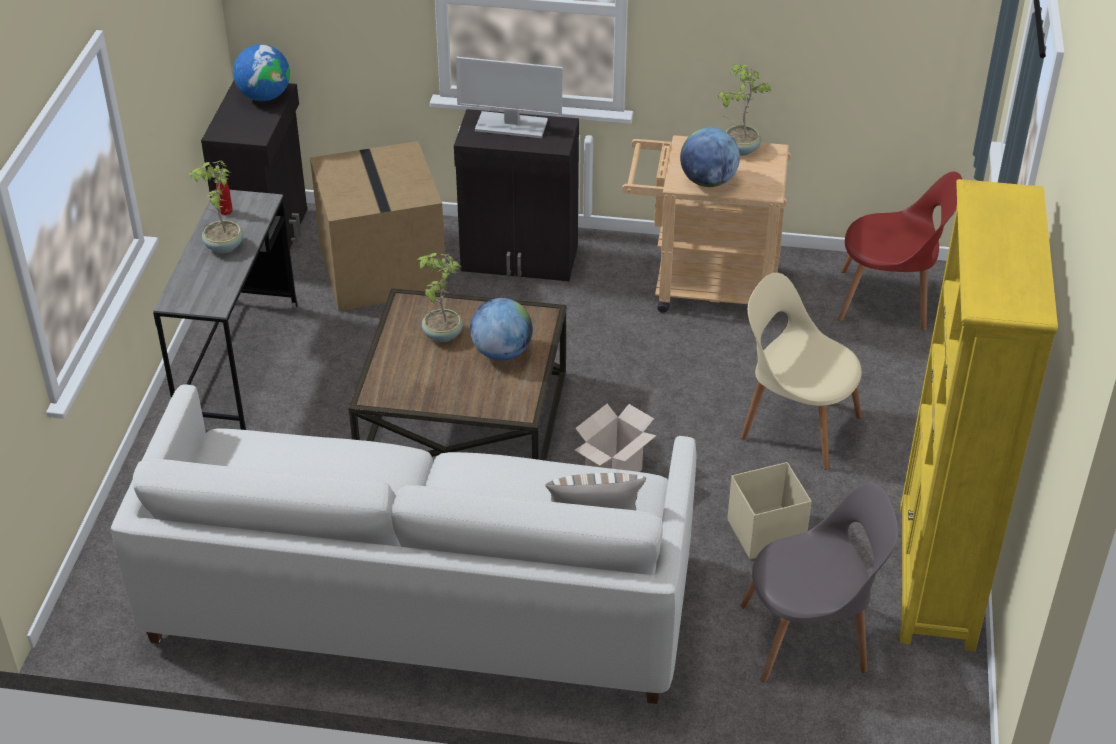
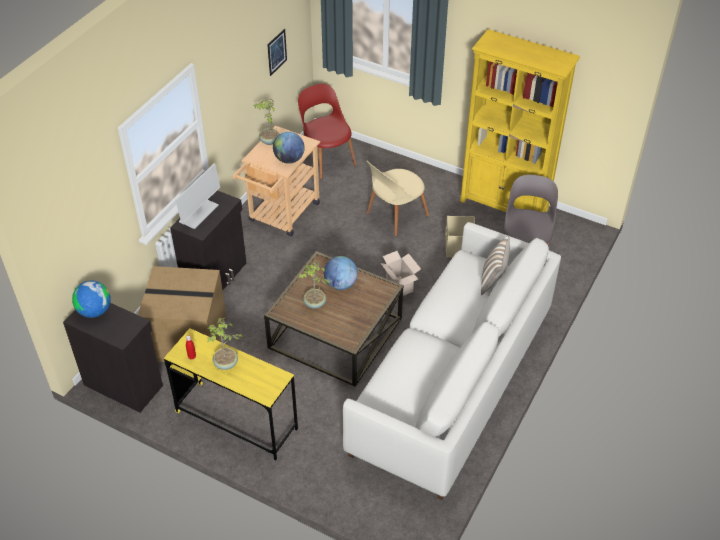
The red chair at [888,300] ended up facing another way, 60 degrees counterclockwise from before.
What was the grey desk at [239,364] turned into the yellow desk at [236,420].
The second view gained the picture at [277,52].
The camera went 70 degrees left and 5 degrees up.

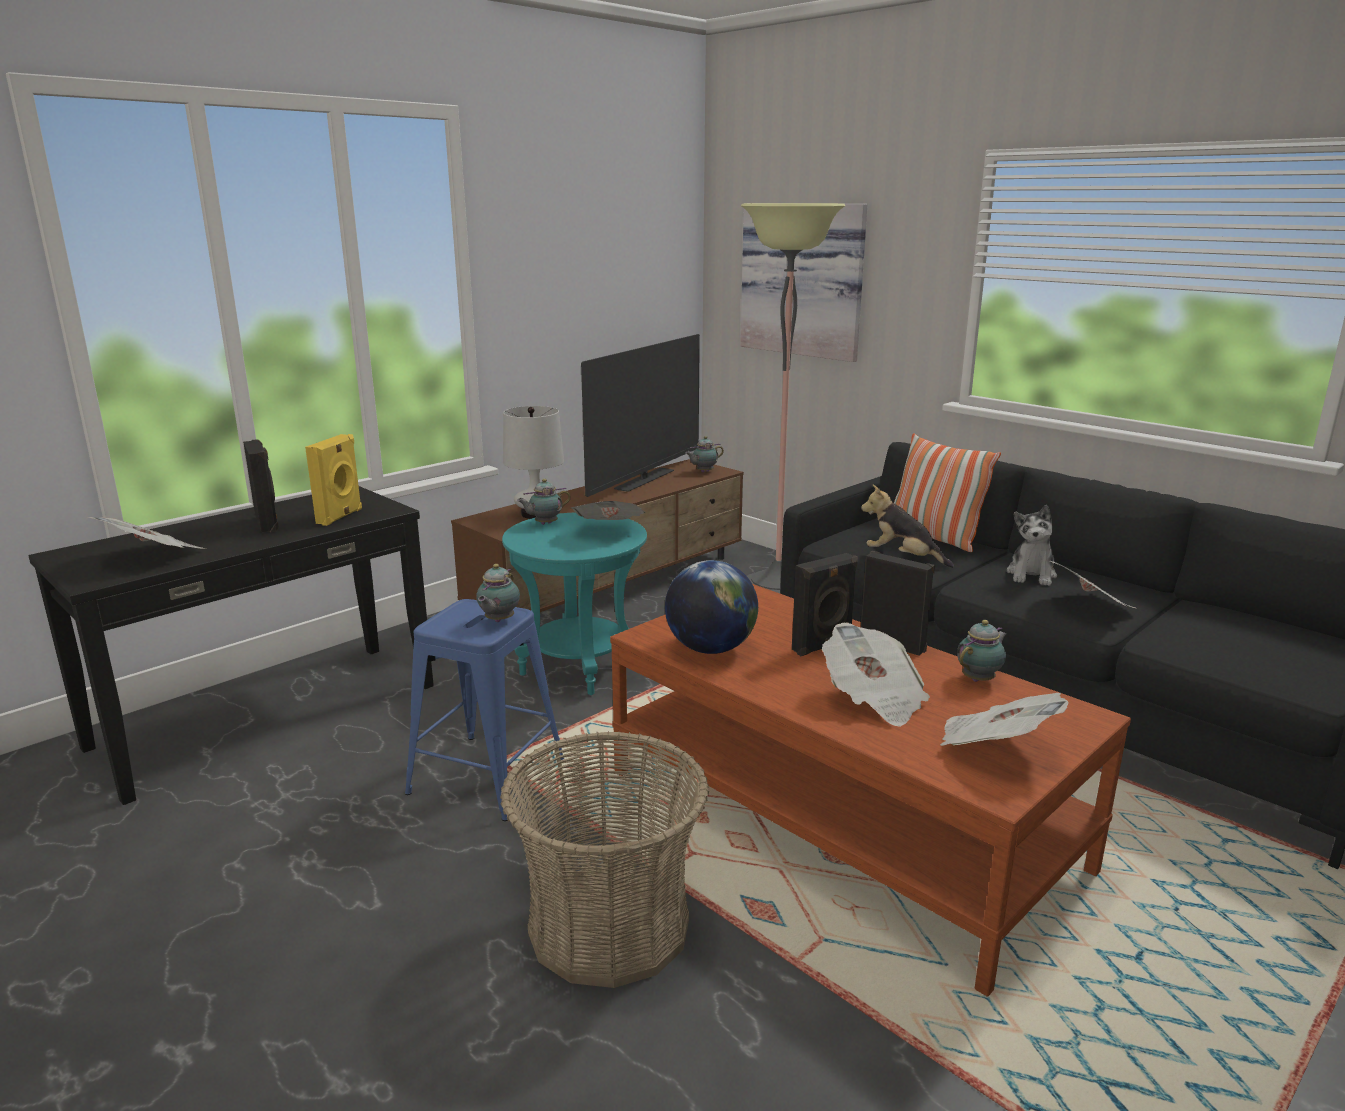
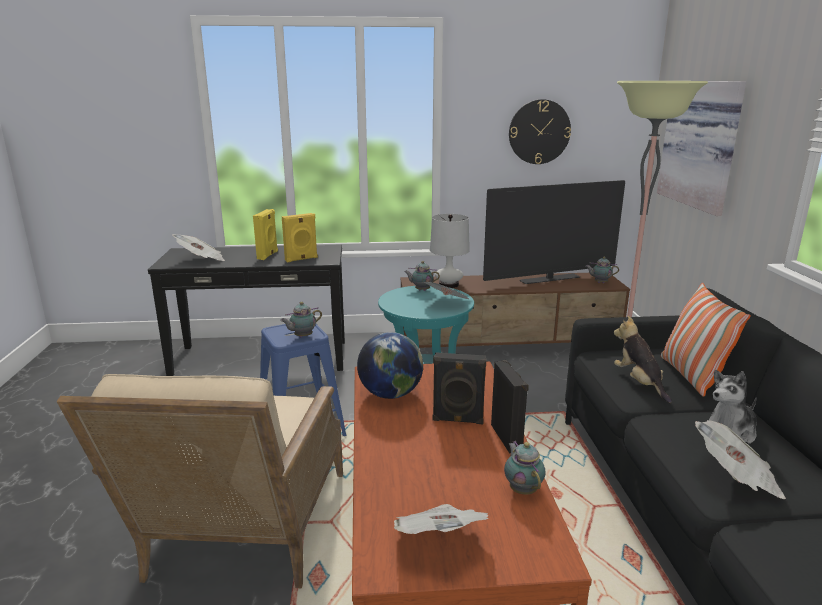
What was the black speaker at [268,523] turned into the yellow speaker at [268,255].
The teapot at [979,679] ended up facing another way, 105 degrees counterclockwise from before.
The second view lost the newspaper at [873,699].
Where the basket stood at [609,926], the beige armchair came to stand at [242,536].
The second view gained the wall clock at [539,132].
The camera went 40 degrees right and 0 degrees up.

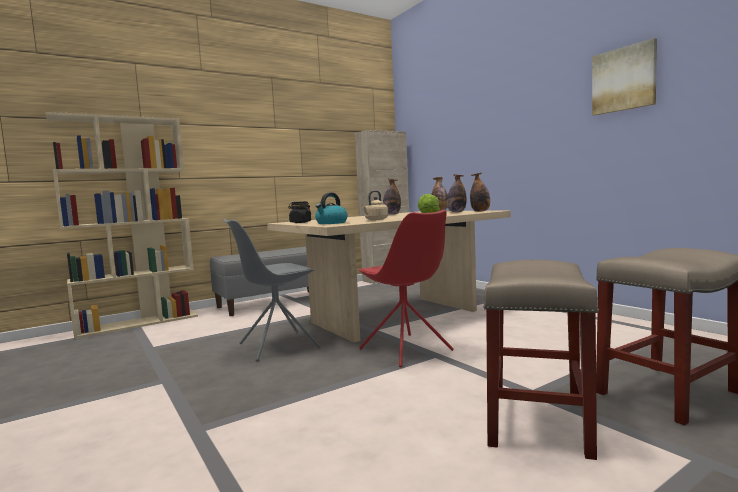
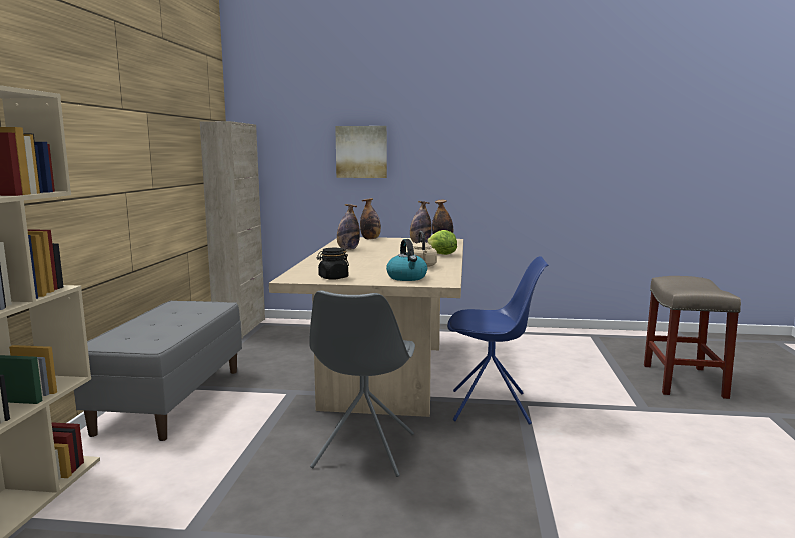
The picture ended up elsewhere, having gone from [624,79] to [361,152].
What was the red chair at [406,350] turned into the blue chair at [492,407].
The second view lost the beige stool at [536,419].
The camera went 50 degrees left and 5 degrees up.

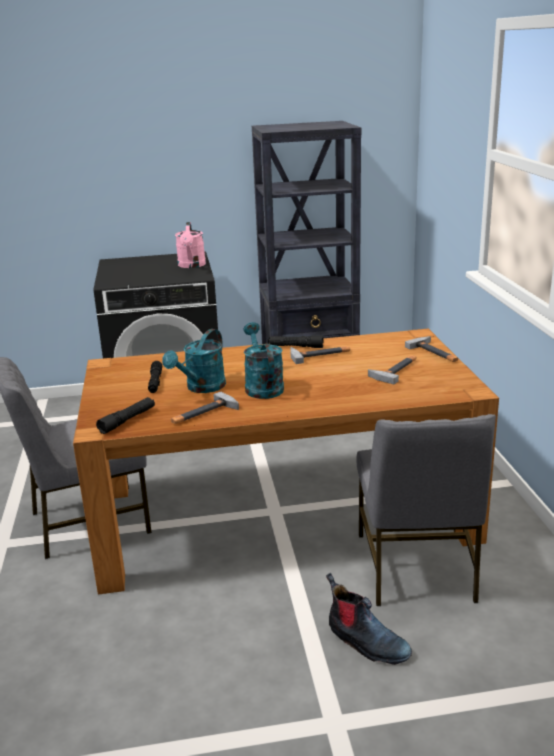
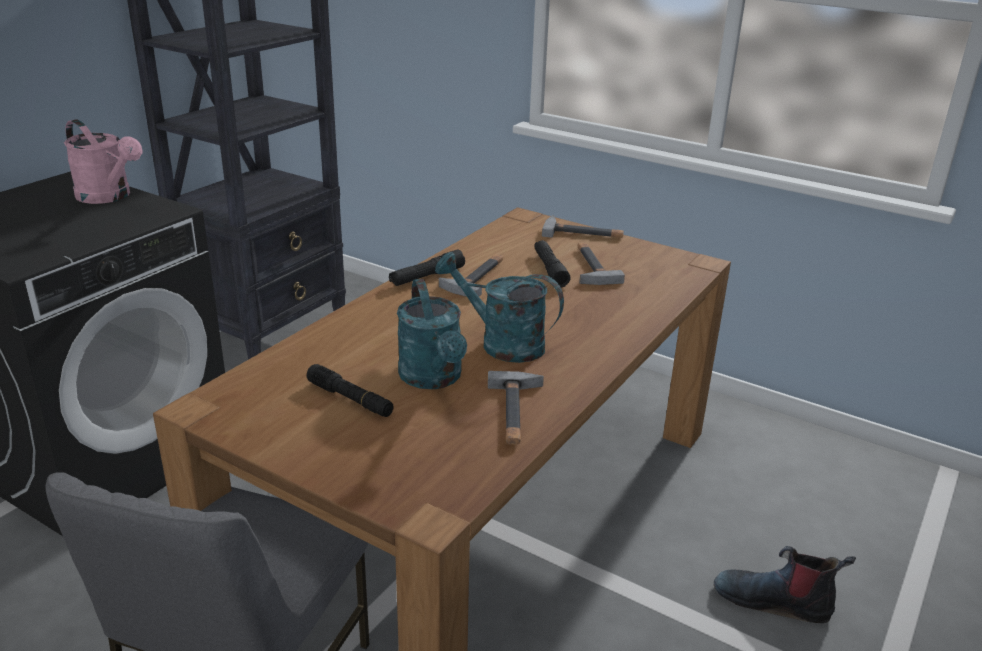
The black flashlight ended up elsewhere, having gone from [127,420] to [550,270].
The second view lost the grey chair at [416,568].
The boot at [366,642] ended up facing another way, 150 degrees counterclockwise from before.
The camera went 50 degrees left and 5 degrees up.

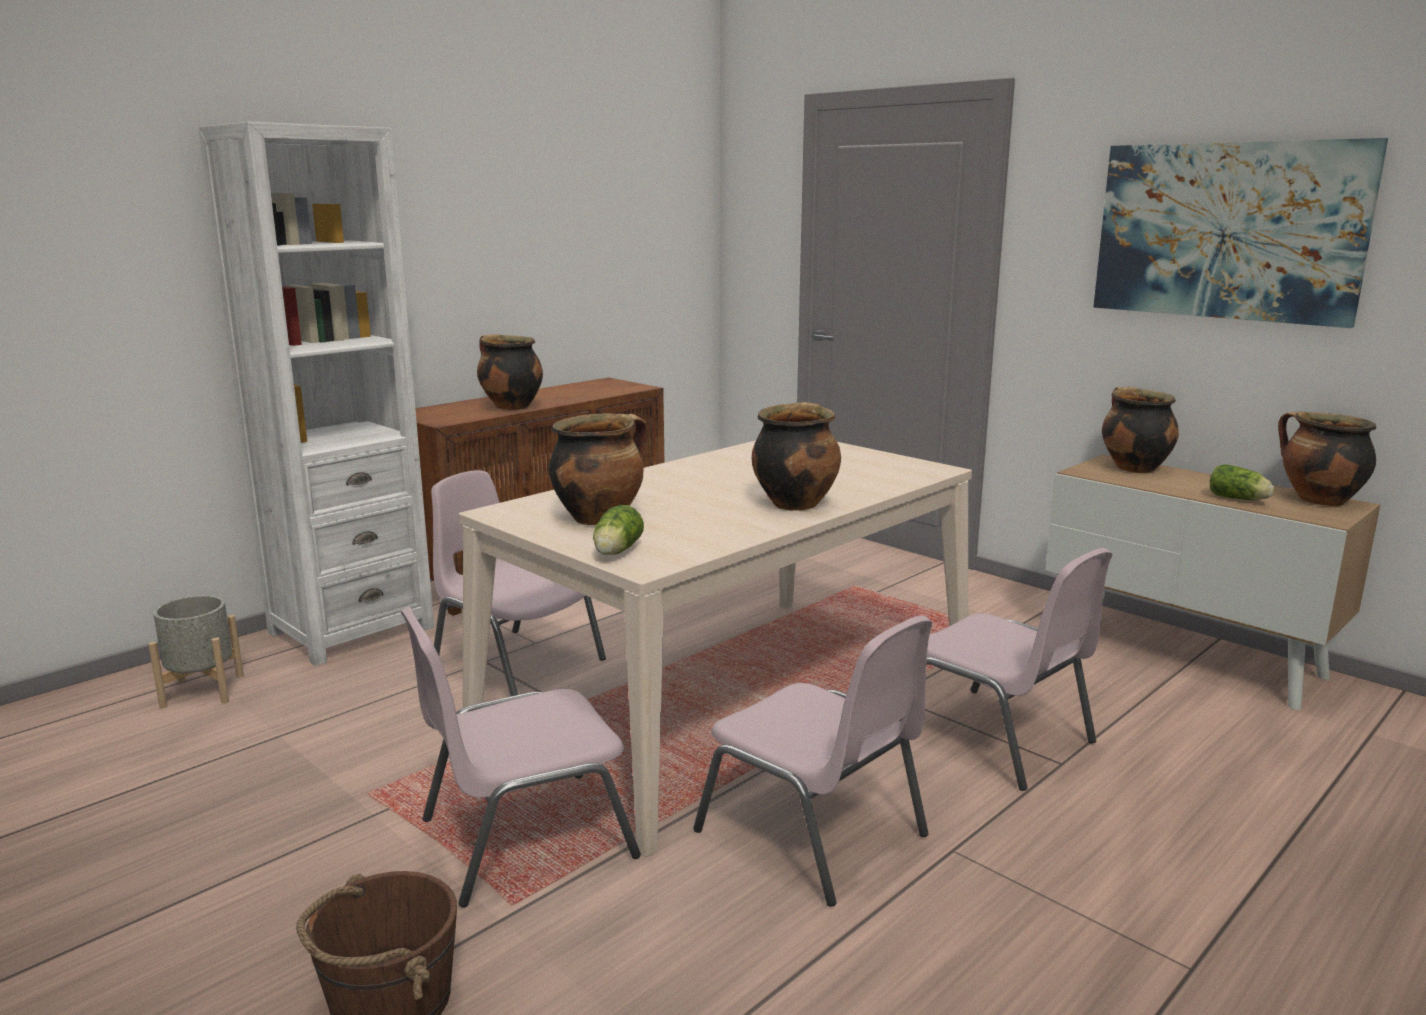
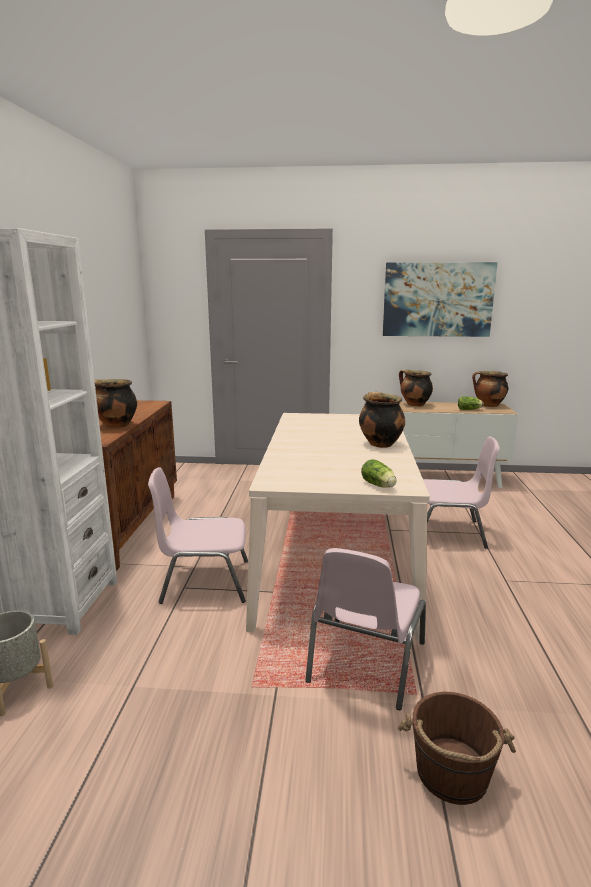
The second view lost the cooking pot at [599,518].
The second view lost the pink chair at [814,834].
The camera went 40 degrees left and 0 degrees up.

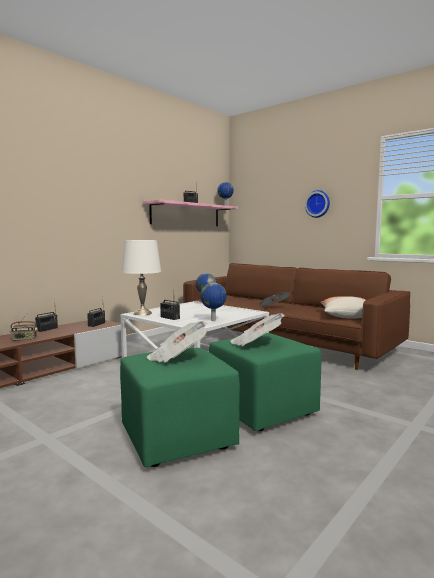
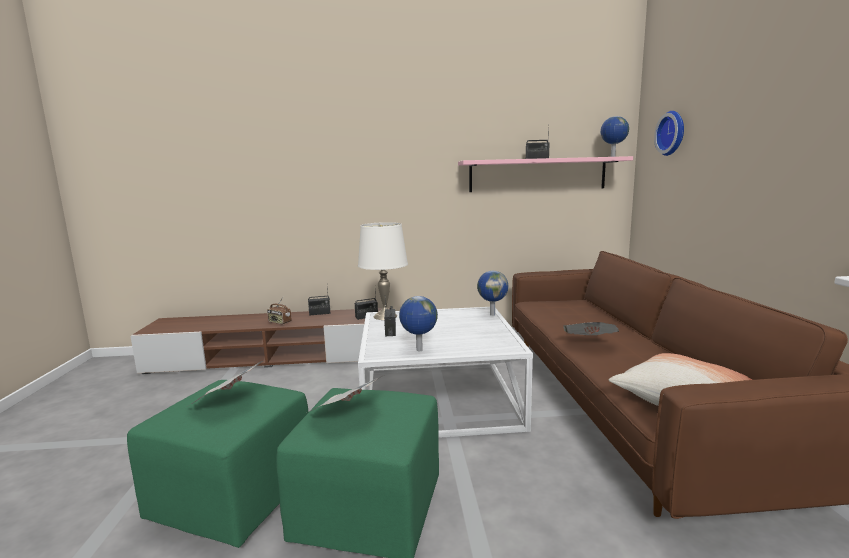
The wall clock ended up elsewhere, having gone from [318,204] to [672,133].
The camera went 45 degrees right and 5 degrees up.

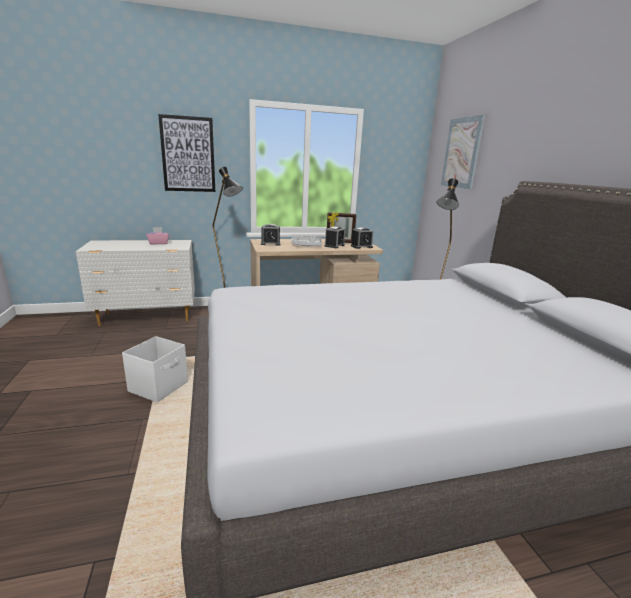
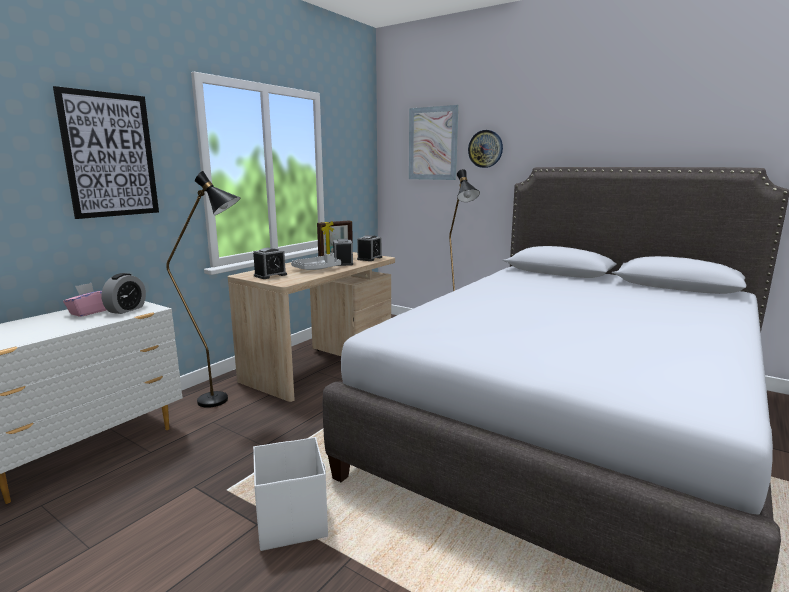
The second view gained the wall clock at [485,149].
The second view gained the alarm clock at [126,310].
The camera went 40 degrees left and 5 degrees down.

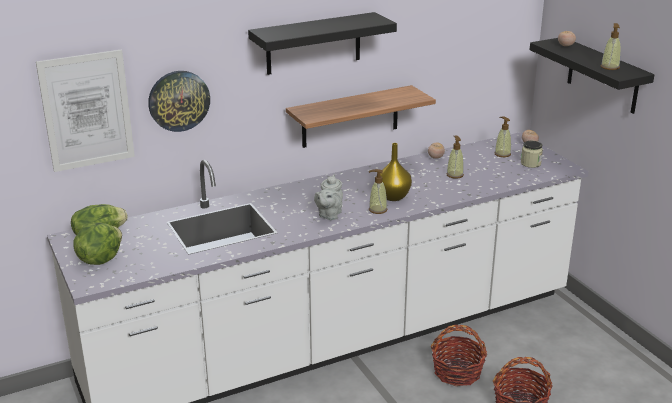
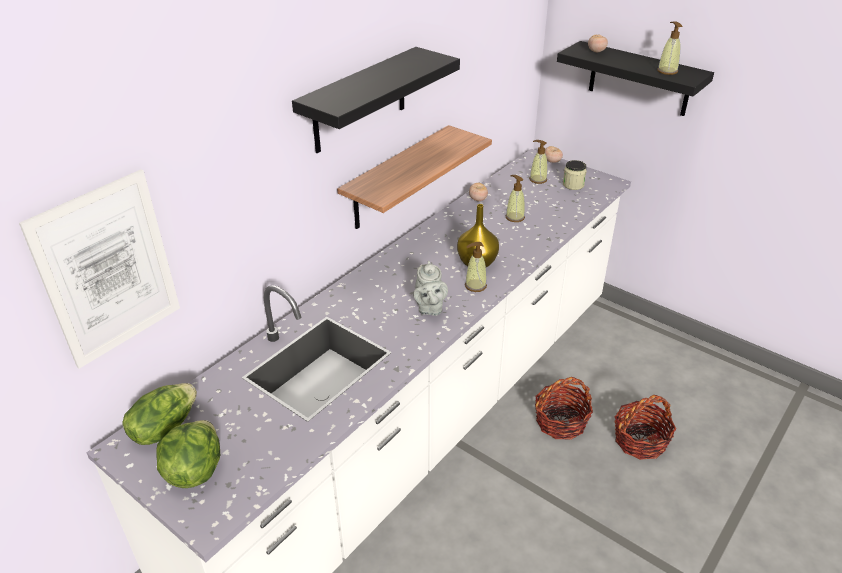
The second view lost the wall clock at [179,100].
The camera went 25 degrees left and 10 degrees up.

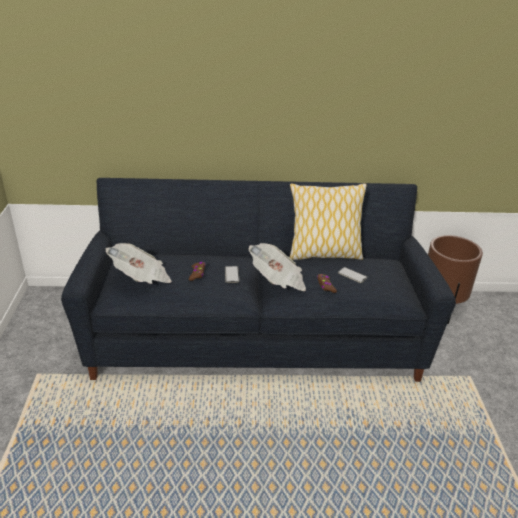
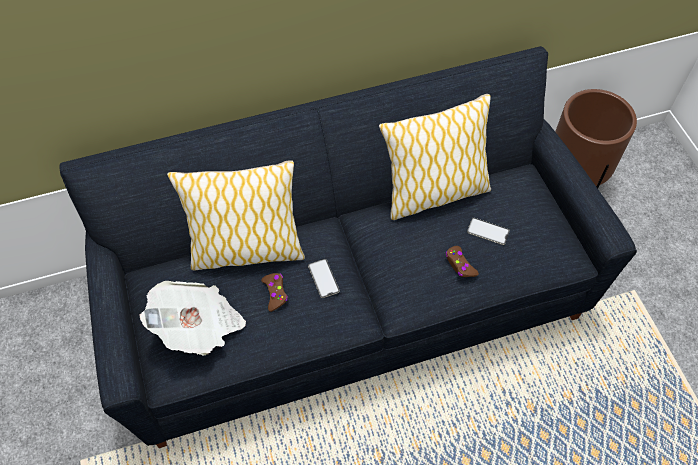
The second view lost the newspaper at [278,280].
The second view gained the pillow at [246,250].
The camera went 15 degrees left and 25 degrees up.

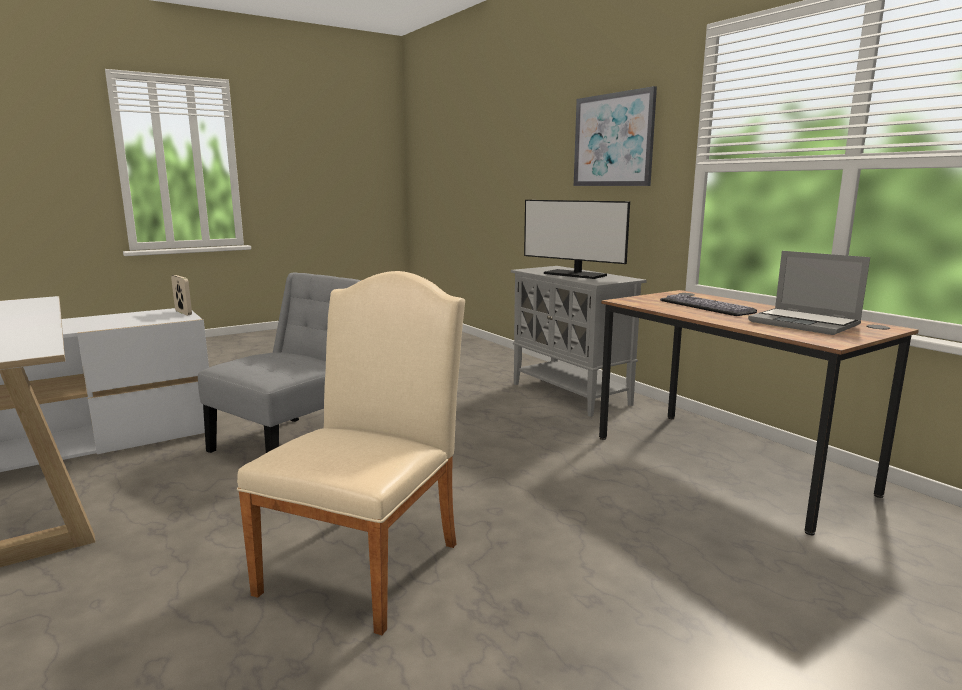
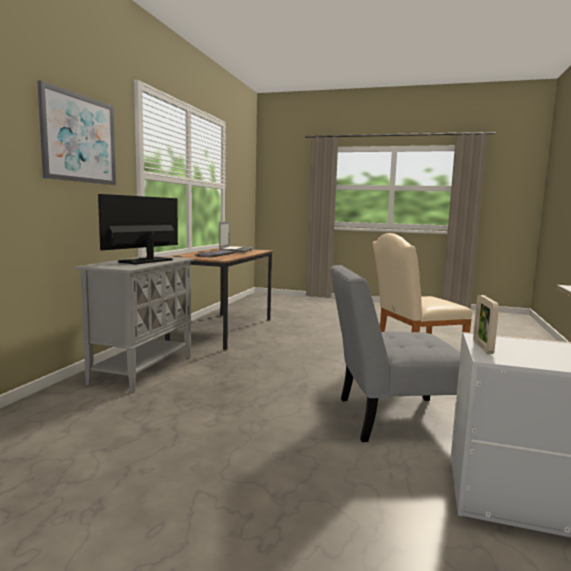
The monitor at [575,275] ended up facing another way, 150 degrees counterclockwise from before.
The camera went 130 degrees left and 5 degrees down.

